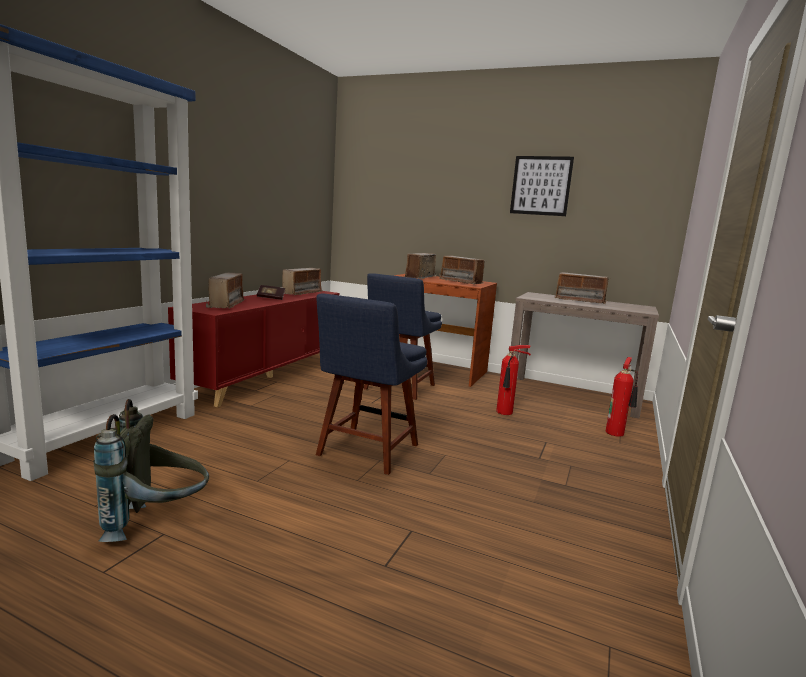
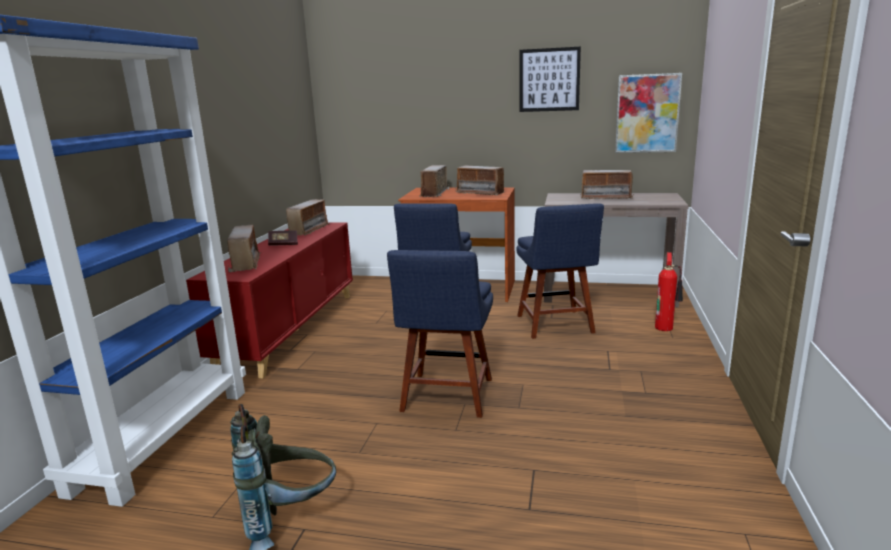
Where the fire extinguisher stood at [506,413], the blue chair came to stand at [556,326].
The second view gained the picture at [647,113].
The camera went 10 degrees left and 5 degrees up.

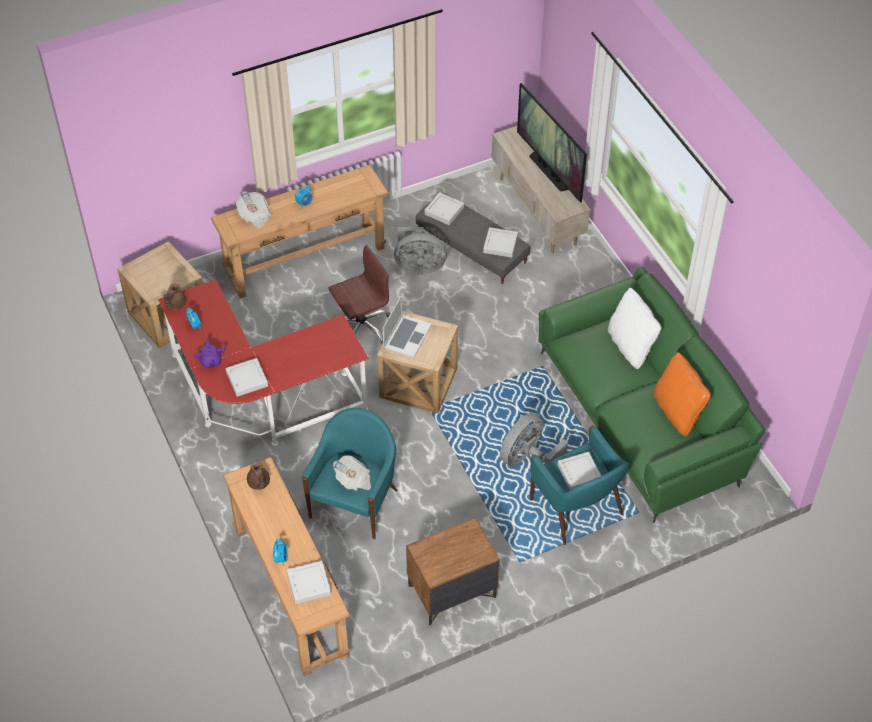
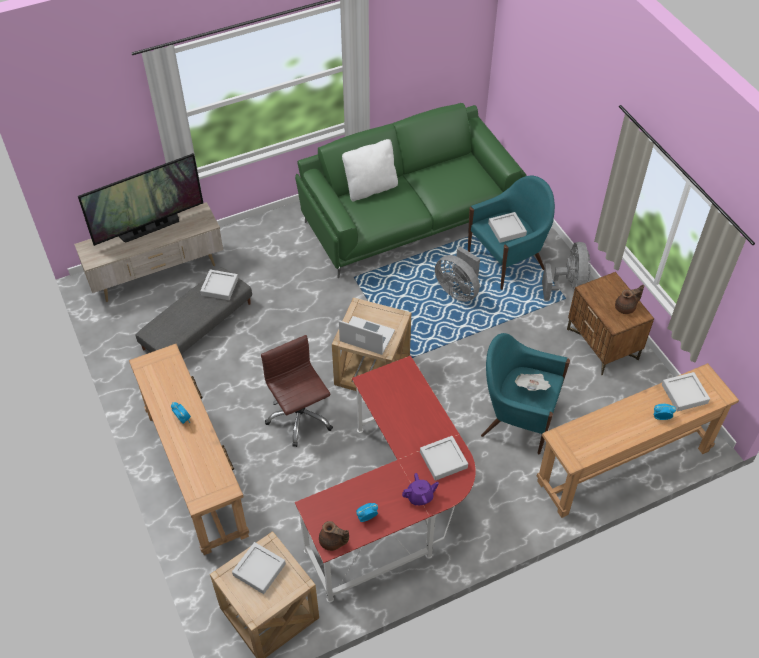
The second view lost the newspaper at [254,216].
The grey tray ended up elsewhere, having gone from [444,211] to [259,569].
The grey fan ended up elsewhere, having gone from [418,266] to [568,286].
The second view lost the orange pillow at [677,412].
The brown teapot ended up elsewhere, having gone from [259,483] to [626,308].
The camera went 90 degrees left and 0 degrees up.

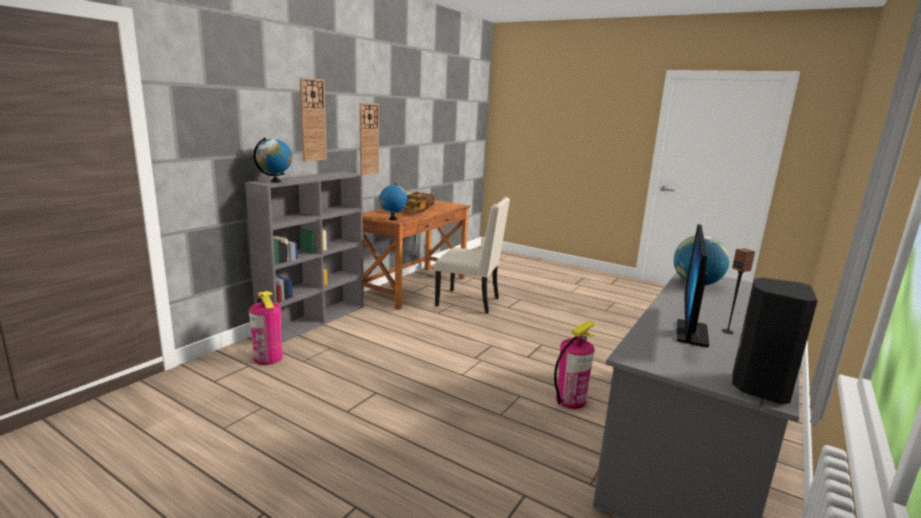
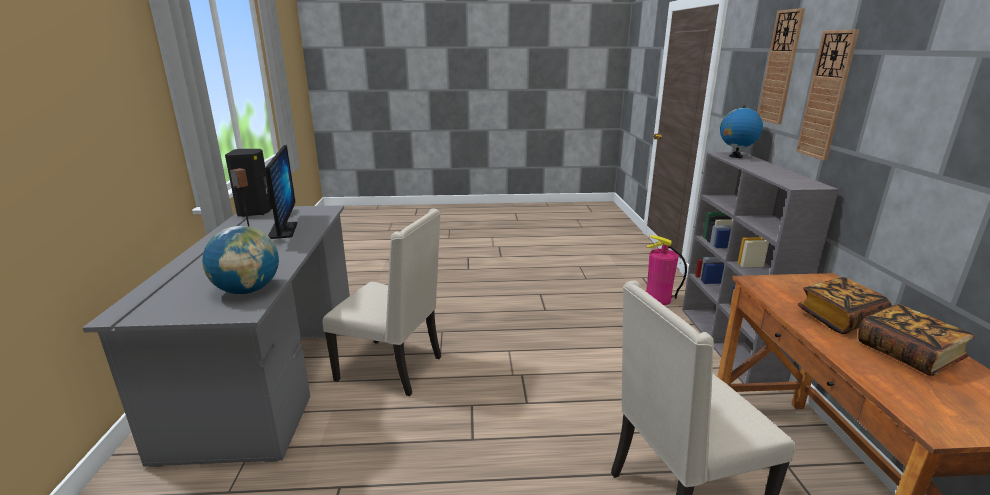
The wall clock ended up elsewhere, having gone from [368,139] to [780,67].
The second view lost the globe at [393,219].
Where the fire extinguisher stood at [570,400], the beige chair came to stand at [393,368].
The camera went 145 degrees right and 5 degrees up.

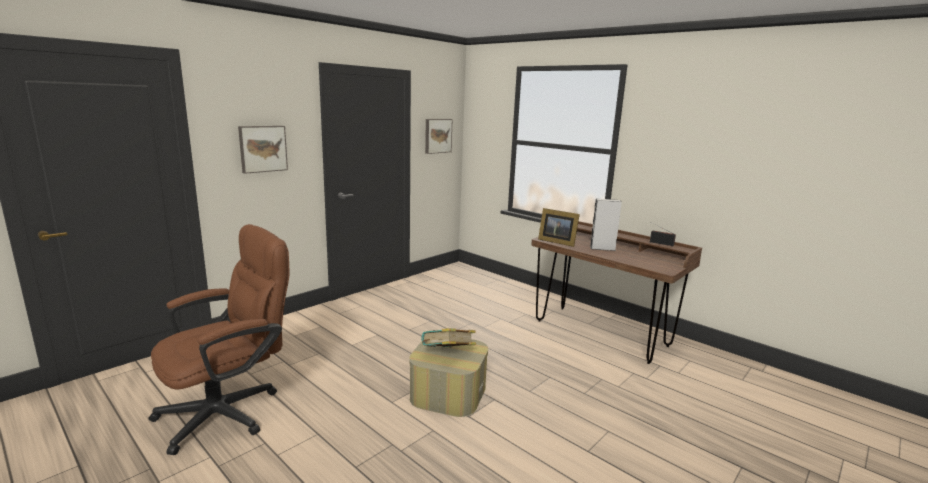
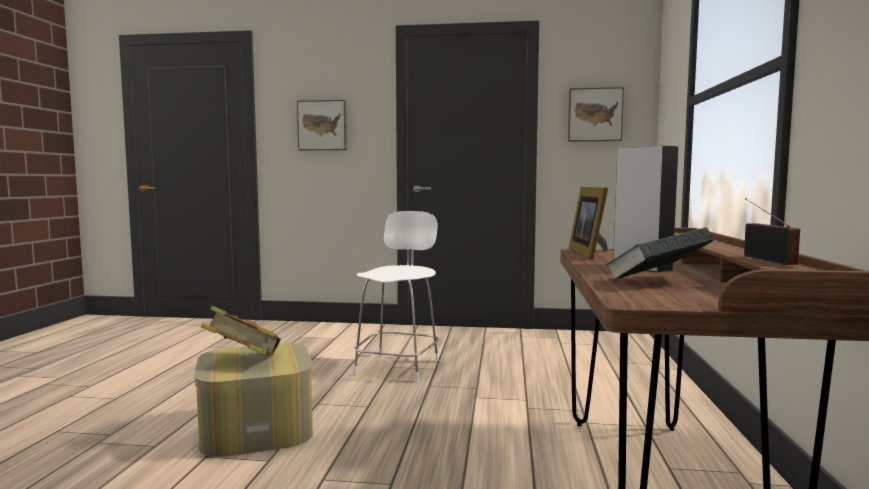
The second view lost the brown office chair at [230,410].
The second view gained the white chair at [398,366].
The second view gained the book at [656,281].
The camera went 55 degrees right and 10 degrees down.

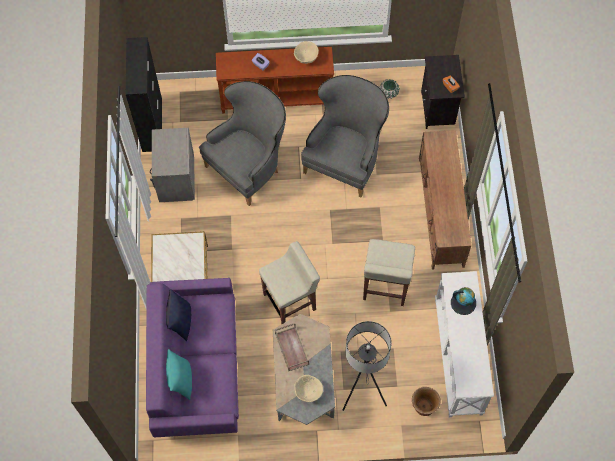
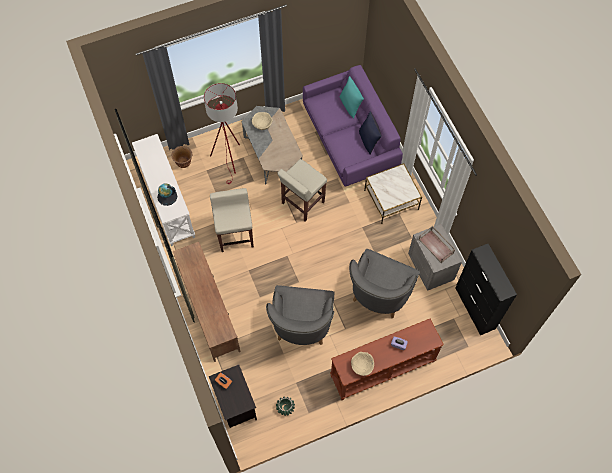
What was the grey floor lamp at [362,391] turned into the red floor lamp at [229,160].
The brown tray ended up elsewhere, having gone from [291,348] to [436,246].
The camera went 160 degrees right and 0 degrees up.

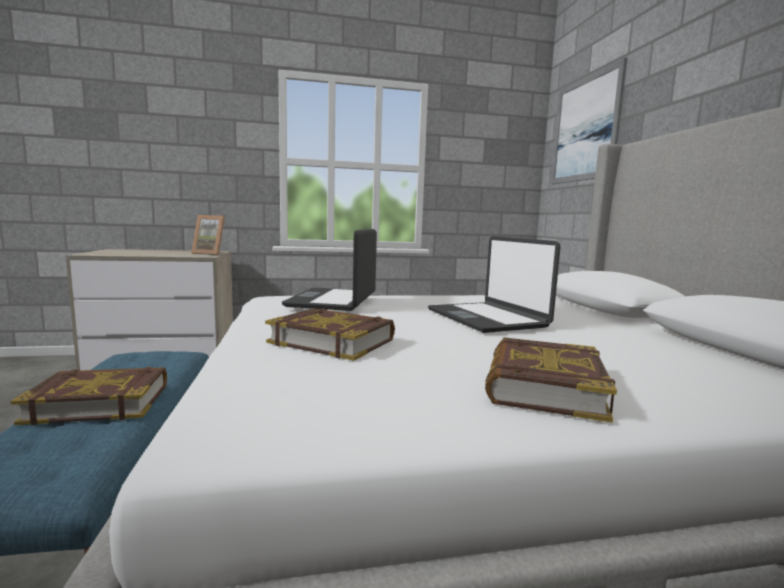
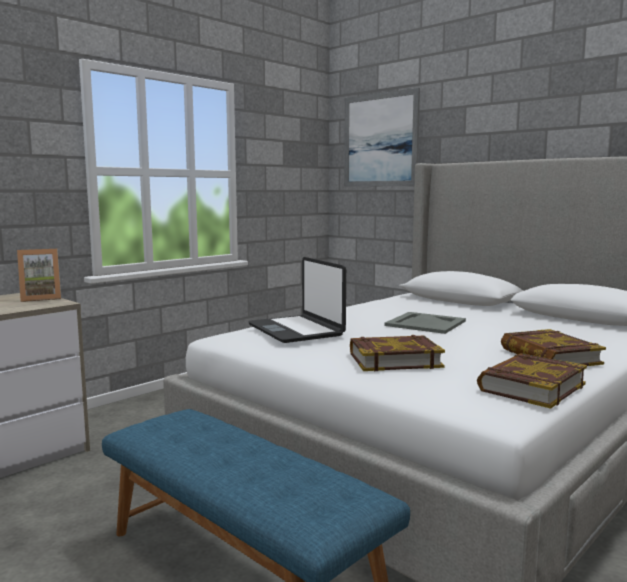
Where the laptop stood at [487,318], the grey tray came to stand at [426,323].
The book ended up elsewhere, having gone from [100,402] to [531,387].
The camera went 35 degrees left and 0 degrees up.

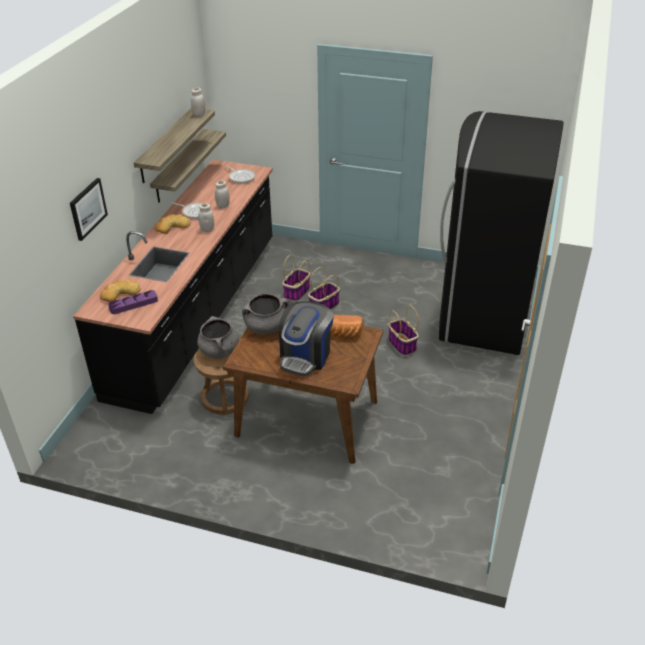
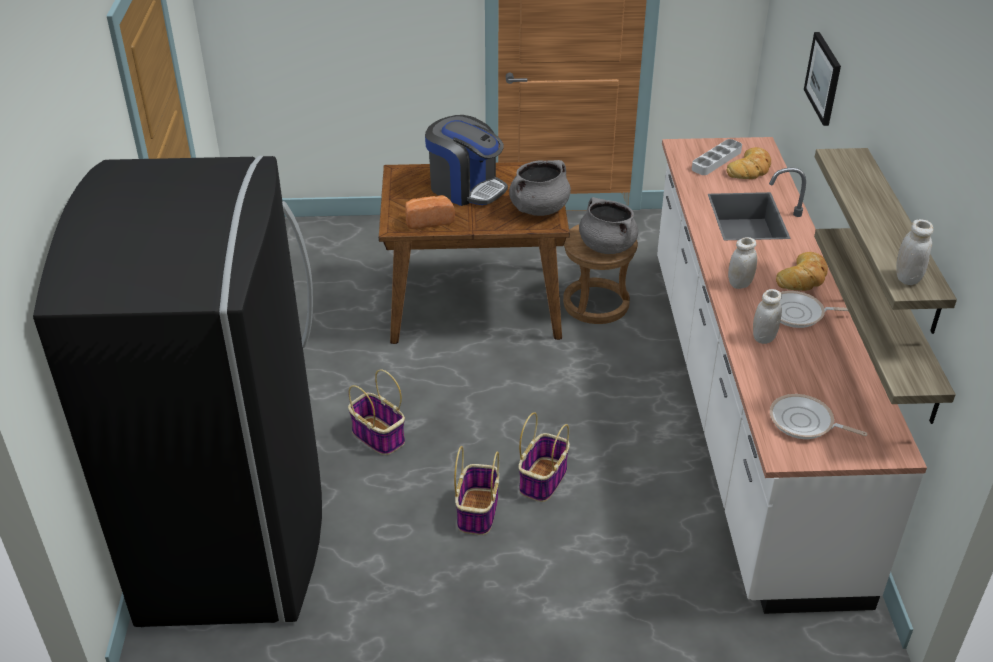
What was the black counter at [197,314] turned into the white counter at [744,411].
The basket ended up elsewhere, having gone from [296,292] to [477,511].
What was the purple tray at [133,304] turned into the grey tray at [716,160].
The coffee machine at [305,356] ended up facing another way, 120 degrees clockwise from before.
The camera went 160 degrees right and 0 degrees up.

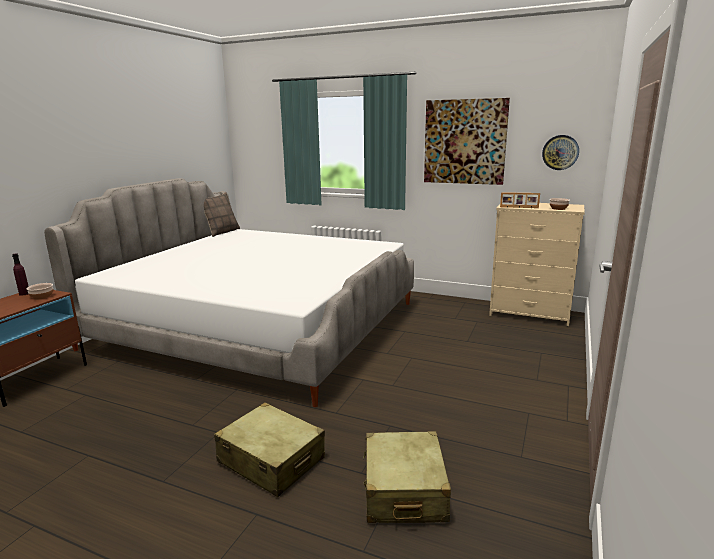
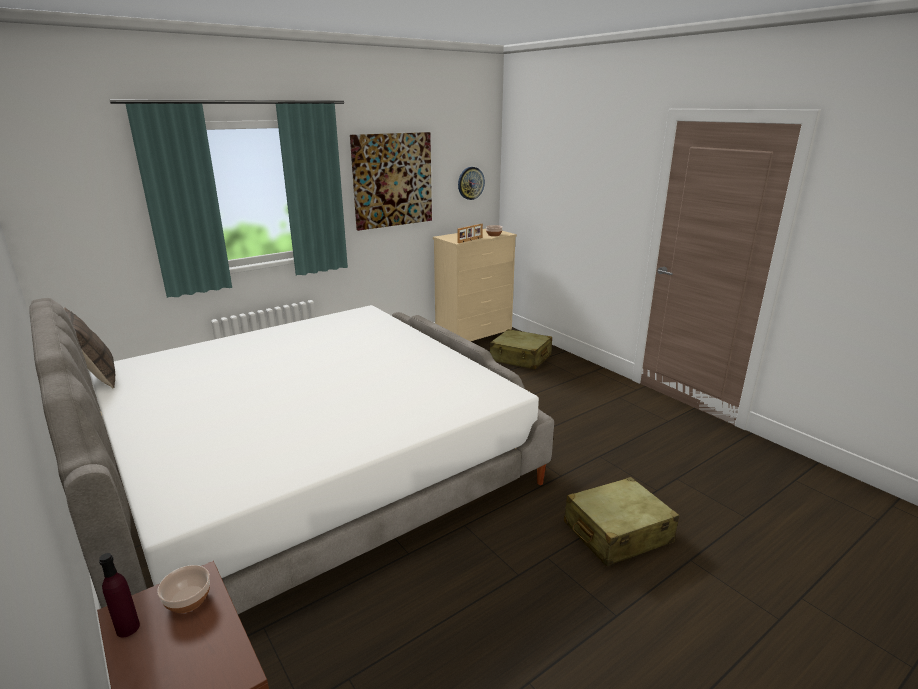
The beige suitcase ended up elsewhere, having gone from [404,490] to [521,358].
The camera went 60 degrees left and 5 degrees up.

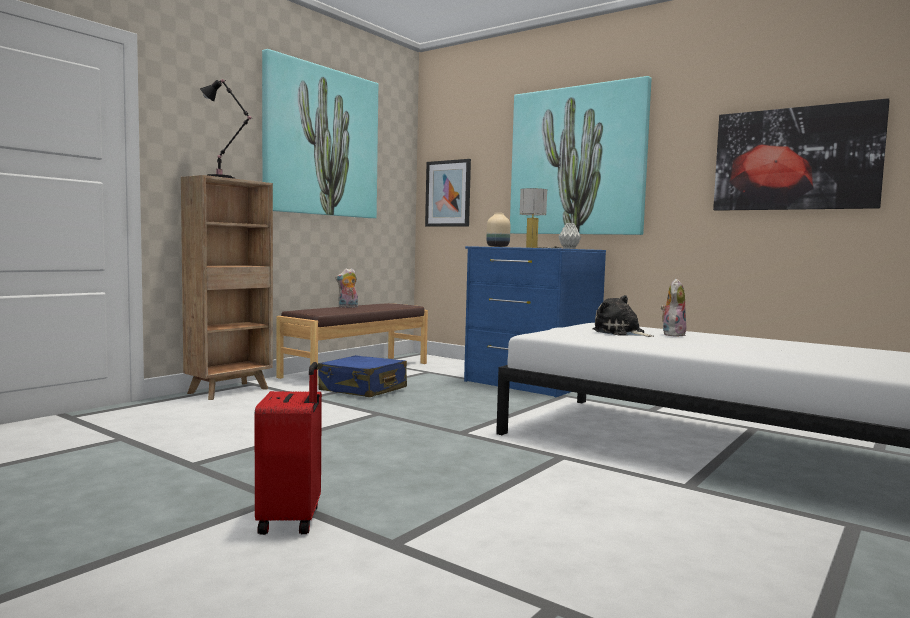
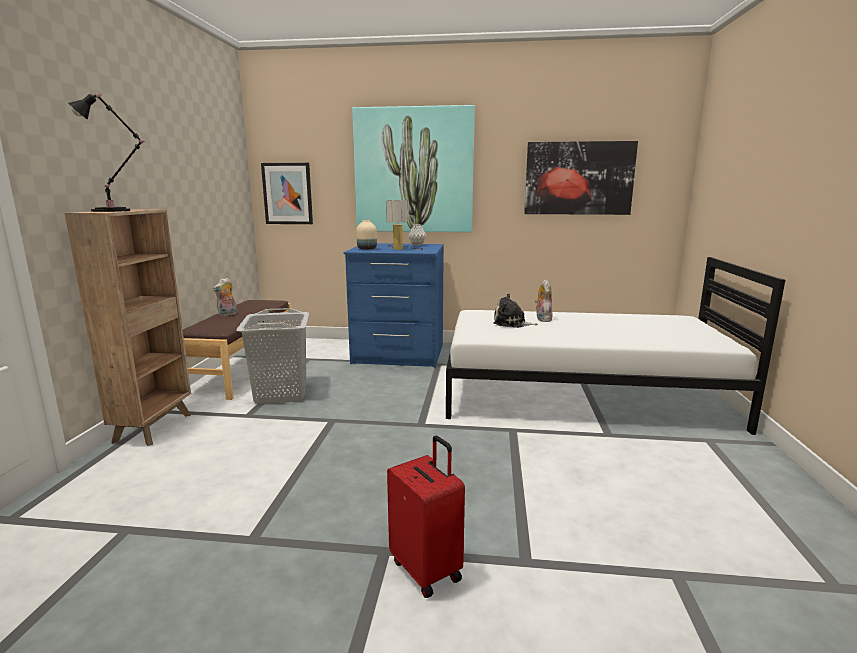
The second view lost the picture at [321,142].
Where the blue suitcase stood at [362,389], the grey laundry basket came to stand at [281,394].
The camera went 30 degrees left and 10 degrees up.

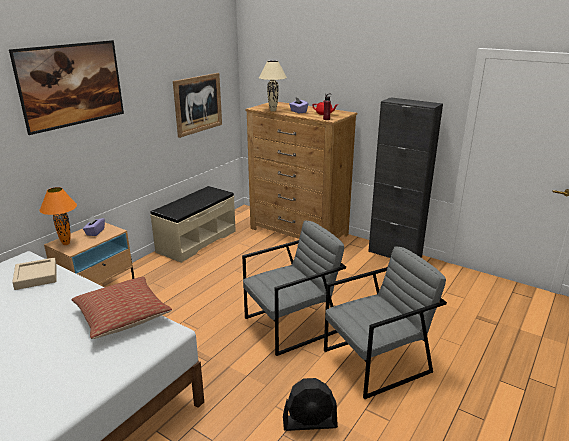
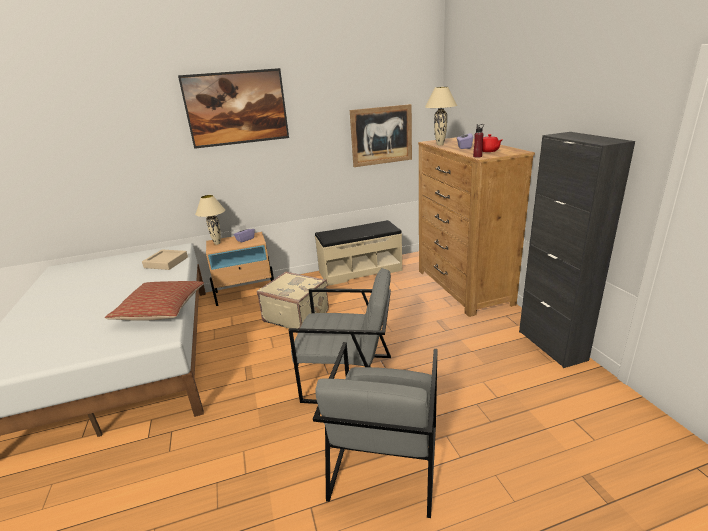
What was the orange table lamp at [66,244] turned into the beige table lamp at [217,243].
The grey armchair at [377,361] ended up facing another way, 90 degrees clockwise from before.
The second view lost the black fan at [310,422].
The second view gained the beige suitcase at [296,316].
The camera went 40 degrees right and 0 degrees up.

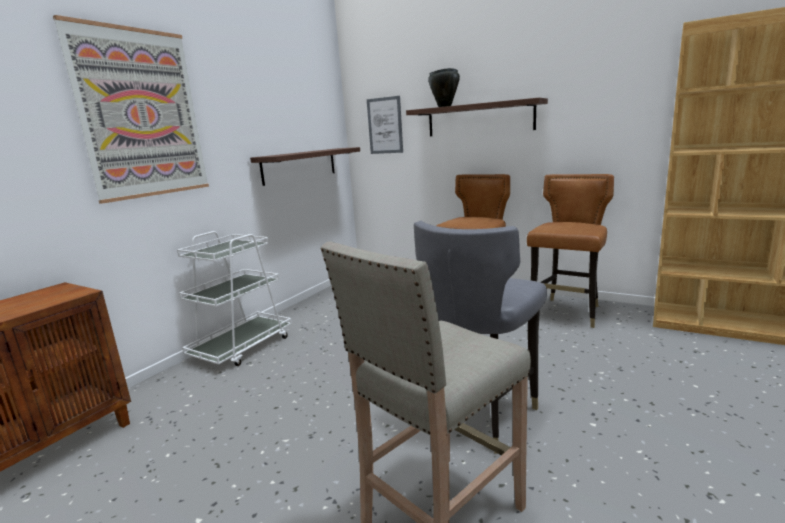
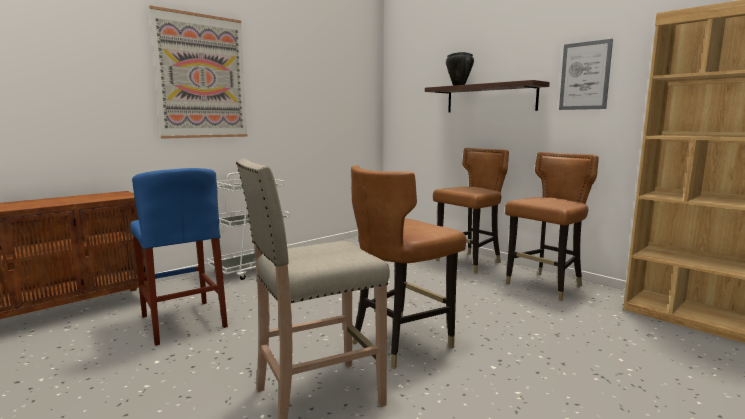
The picture ended up elsewhere, having gone from [385,125] to [584,76].
The second view lost the shelf at [300,165].
What was the grey chair at [480,415] turned into the brown chair at [401,342].
The second view gained the blue stool at [183,321].
The camera went 15 degrees right and 5 degrees down.

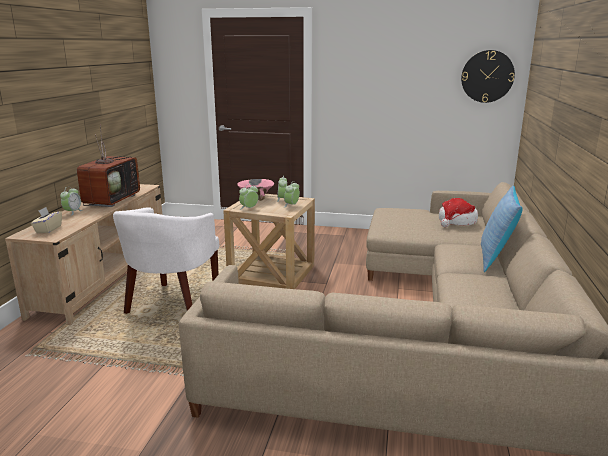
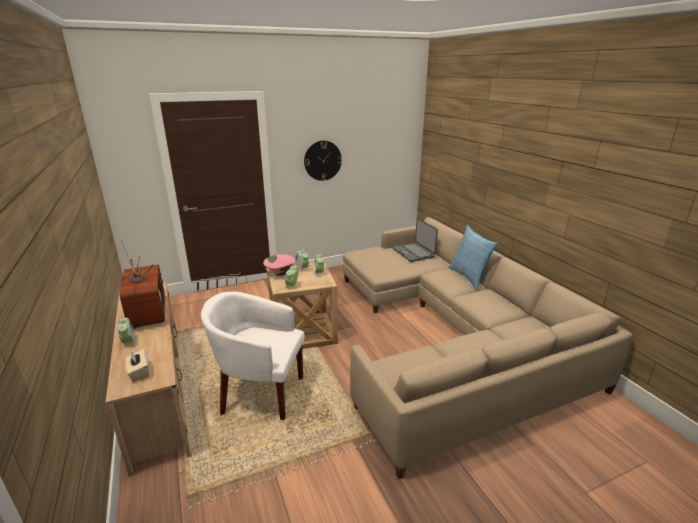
The wall clock ended up elsewhere, having gone from [487,76] to [322,160].
Where the hat stood at [456,221], the laptop came to stand at [413,253].
The white armchair at [172,305] ended up facing another way, 120 degrees clockwise from before.
The camera went 35 degrees left and 5 degrees up.

